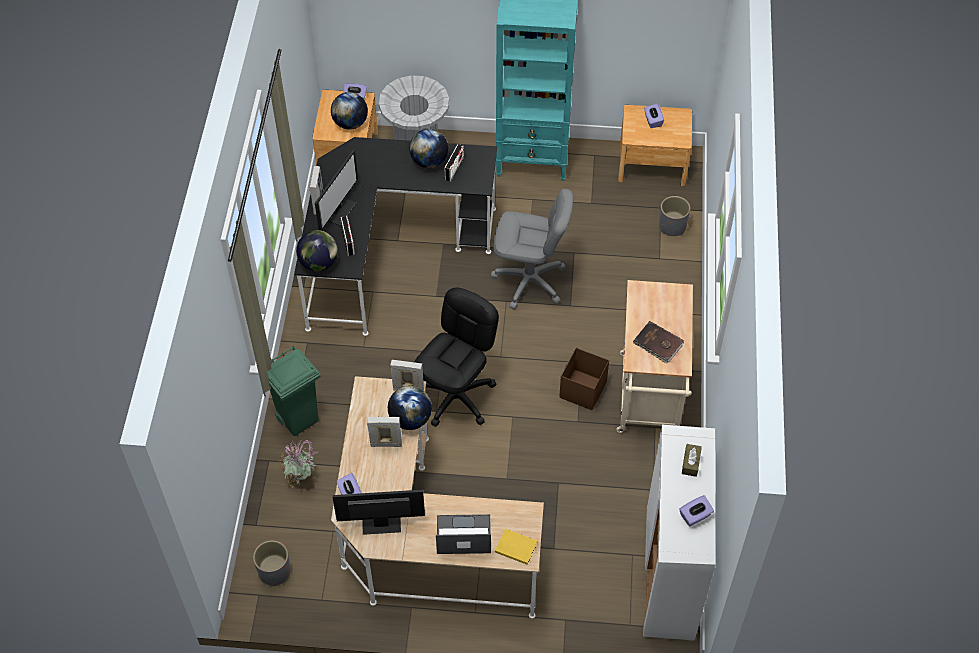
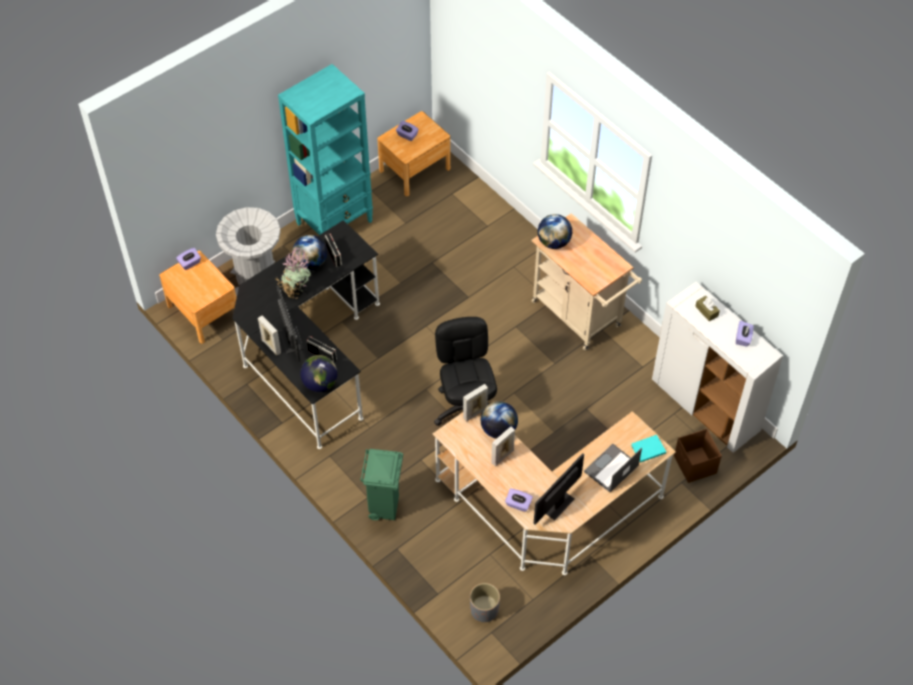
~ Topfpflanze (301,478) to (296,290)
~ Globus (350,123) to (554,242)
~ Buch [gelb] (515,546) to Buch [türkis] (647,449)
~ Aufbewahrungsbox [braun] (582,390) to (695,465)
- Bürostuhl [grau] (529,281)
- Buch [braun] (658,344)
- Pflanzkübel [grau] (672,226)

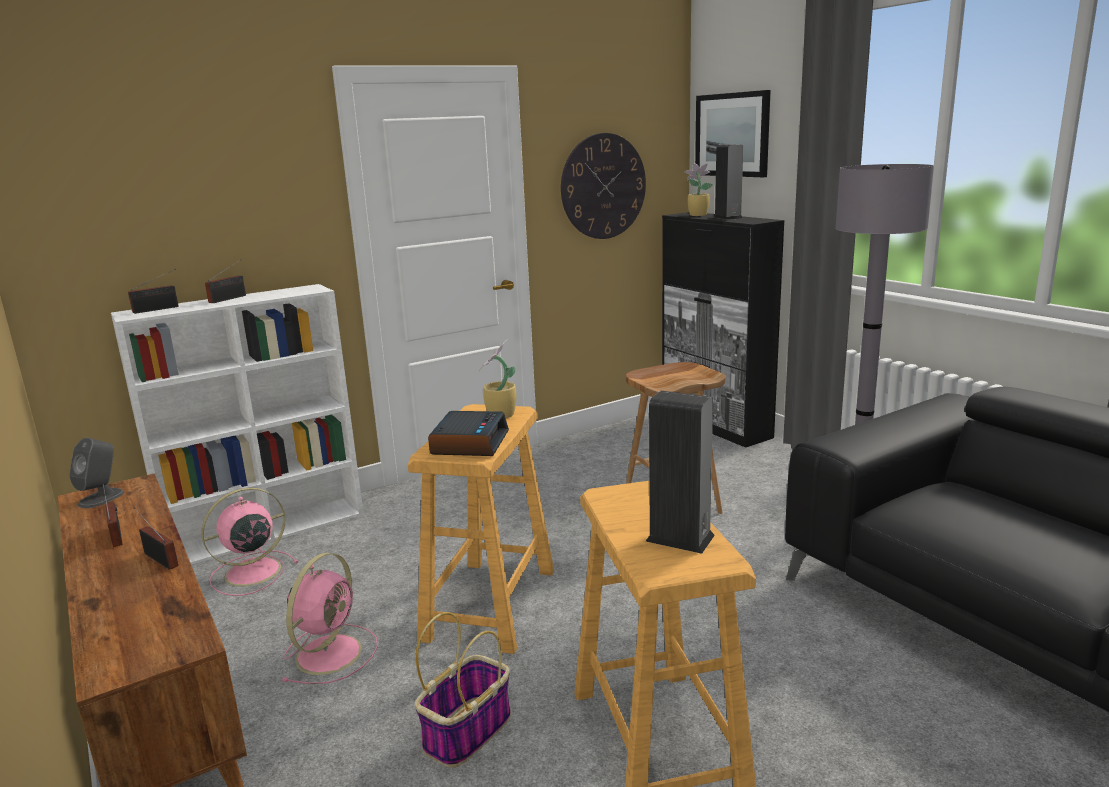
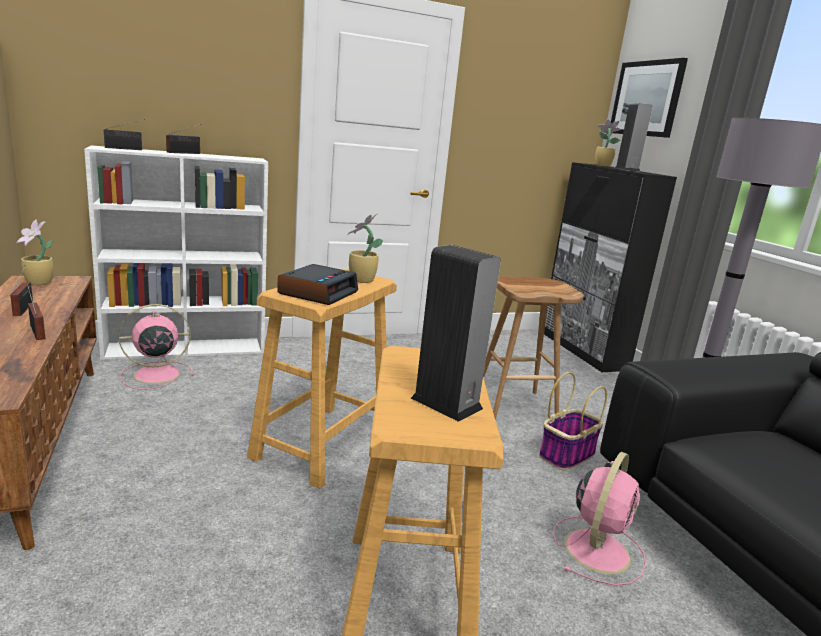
~ Lautsprecher [grau] (102,498) to Topfpflanze (39,283)
~ Korb (468,731) to (567,454)
~ Ventilator [rosa] (331,652) to (597,549)
- Wanduhr (603,186)

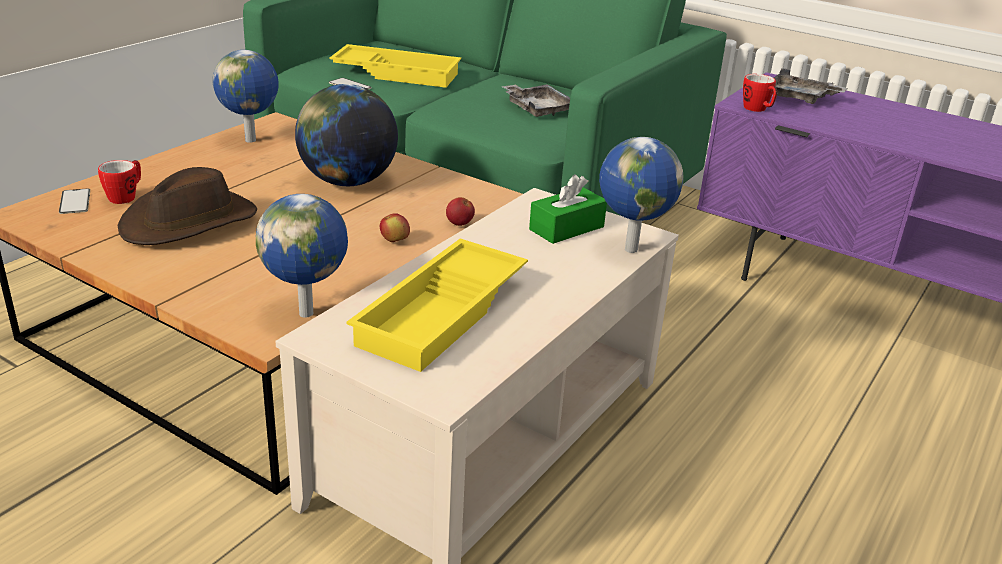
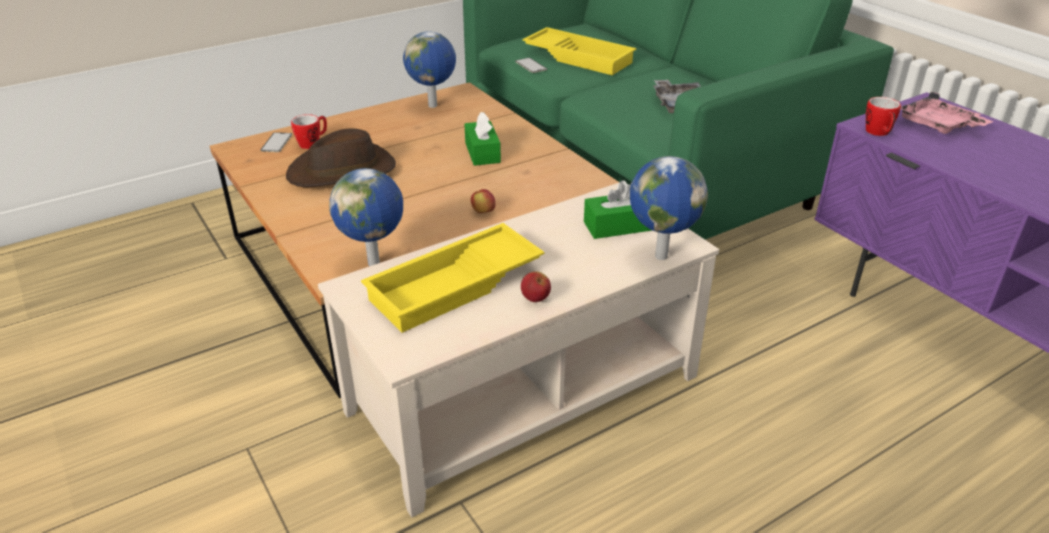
~ Globus (347,181) to Taschentuchbox [grün] (482,152)
~ Apfel (459,224) to (535,299)
~ Tablett [grau] (799,98) to Tablett [rosa] (938,125)

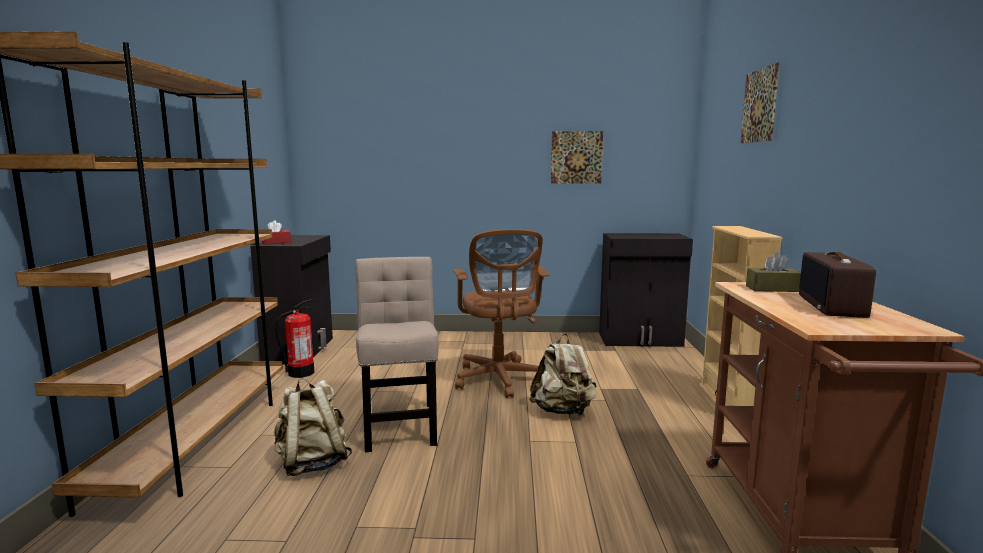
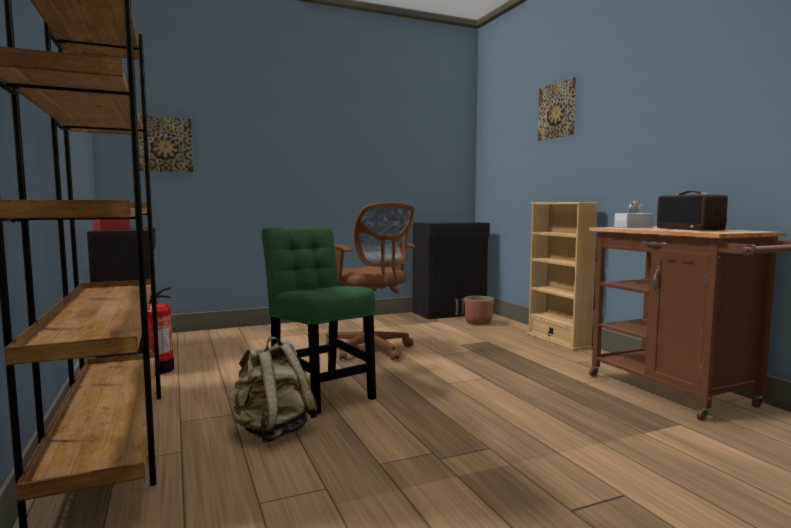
~ Bild (576,157) to (163,144)
~ Stuhl [beige] (400,423) to Stuhl [grün] (320,390)
+ Pflanzkübel (478,323)
~ Taschentuchbox [braun] (772,289) to Taschentuchbox [weiß] (633,227)
- Rucksack [beige] (563,411)

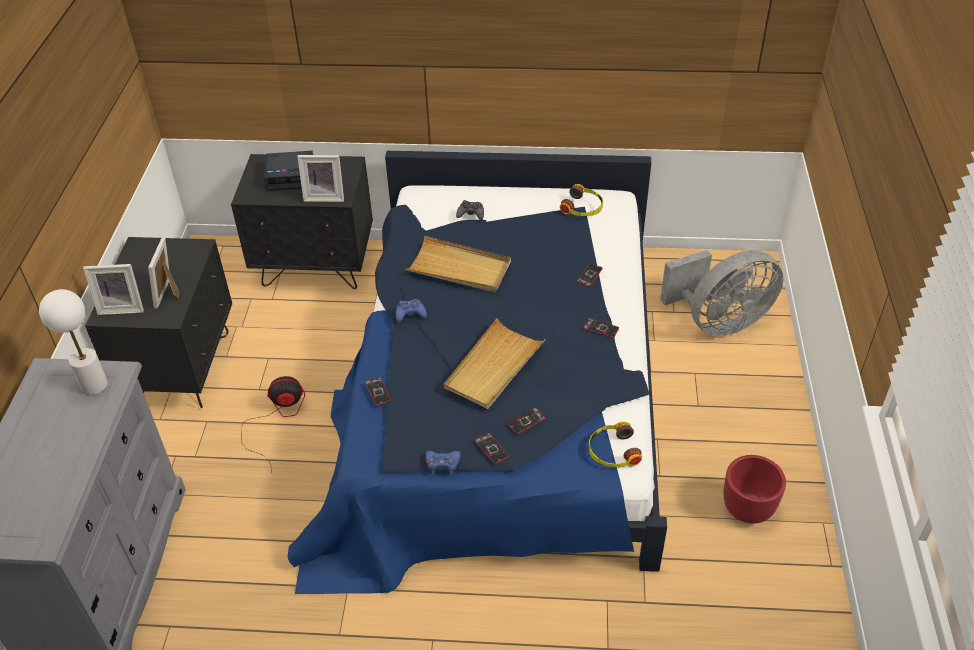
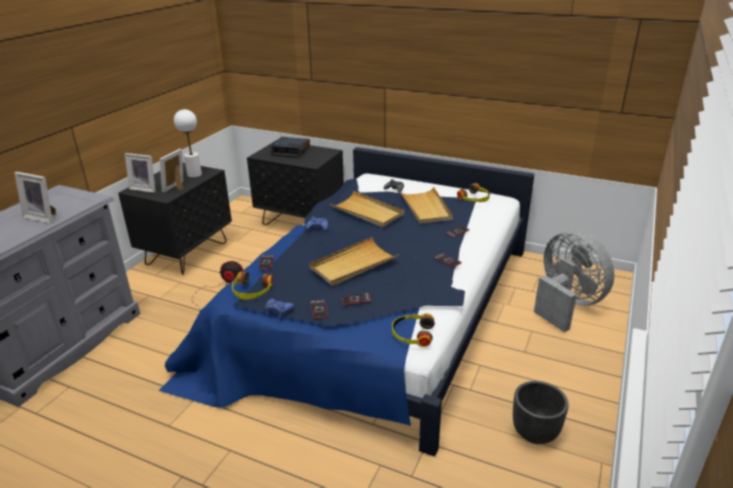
~ Bilderrahmen (325,196) to (43,217)
~ Tischlampe [weiß] (94,385) to (194,175)
+ Kopfhörer (251,291)
+ Tablett [beige] (425,208)
~ Pflanzkübel [rot] (748,508) to Pflanzkübel [schwarz] (535,432)
~ Ventilator [grau] (719,322) = (566,304) 120 degrees counterclockwise

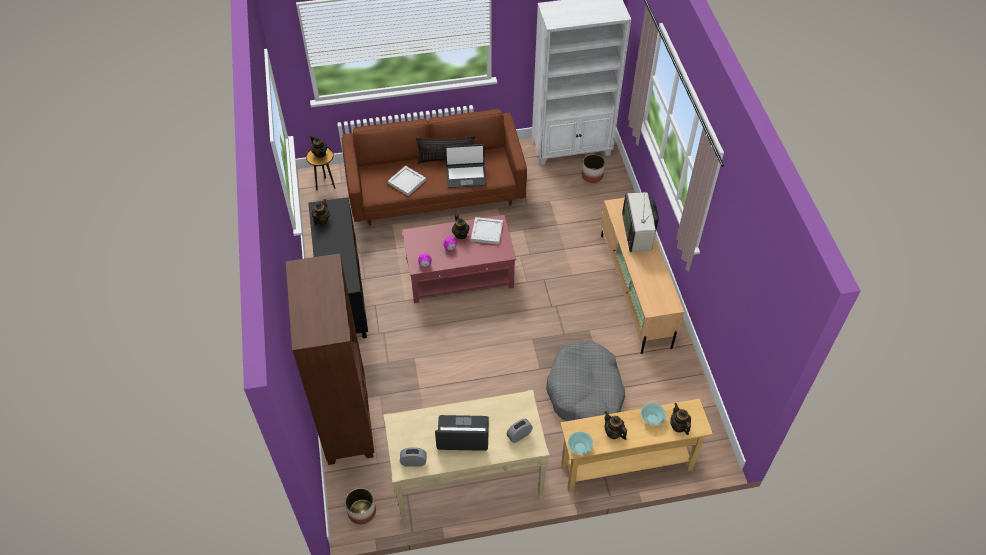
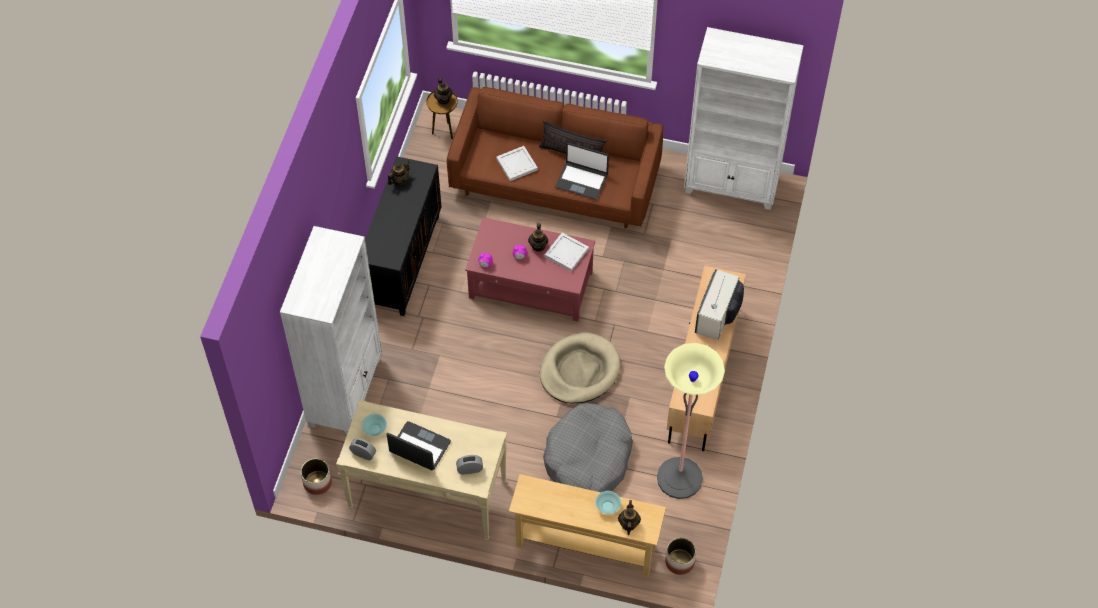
~ Bücherregal [braun] (347,420) to Bücherregal [weiß] (346,391)
~ Schüssel [türkis] (579,447) to (374,429)
+ Hundebett [beige] (579,371)
+ Stehlampe (679,478)
~ Pflanzkübel (592,176) to (679,562)
- Teekanne (613,432)

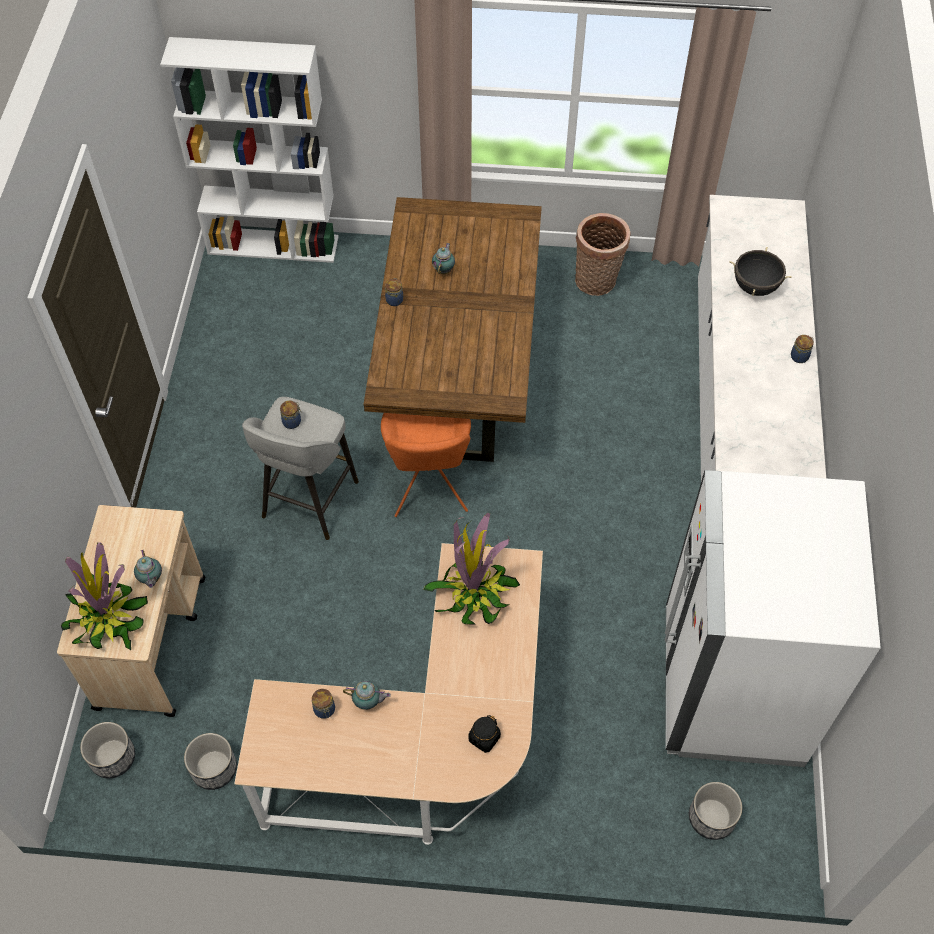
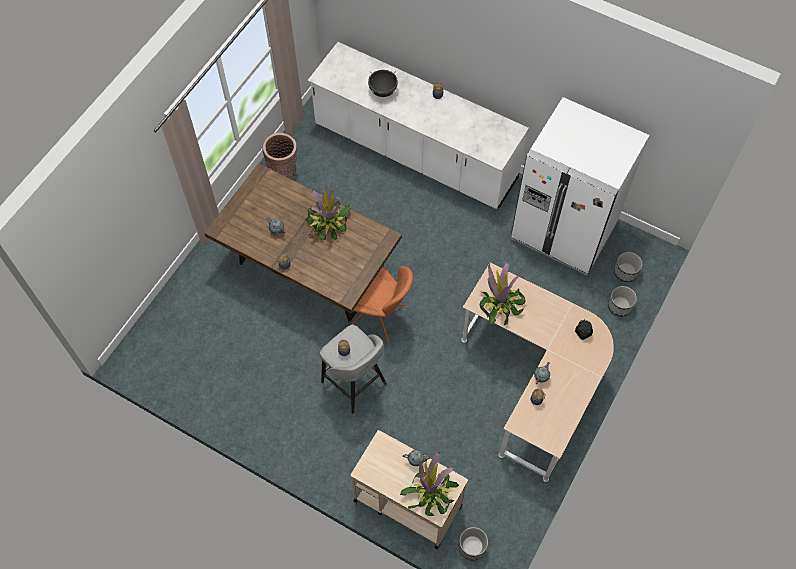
+ Topfpflanze (327,223)
~ Pflanzkübel (214,769) to (620,306)
- Bücherregal [weiß] (274,244)

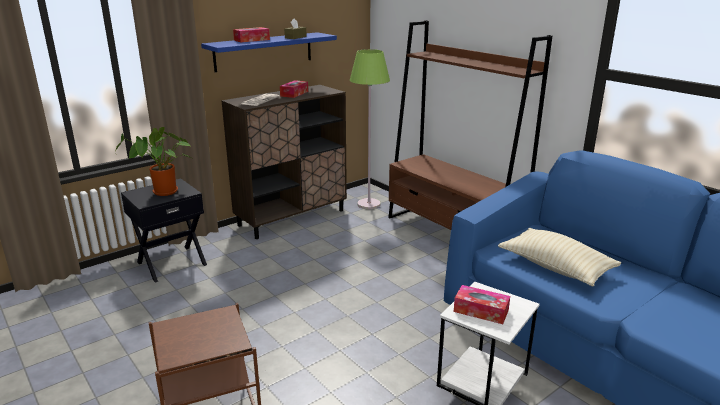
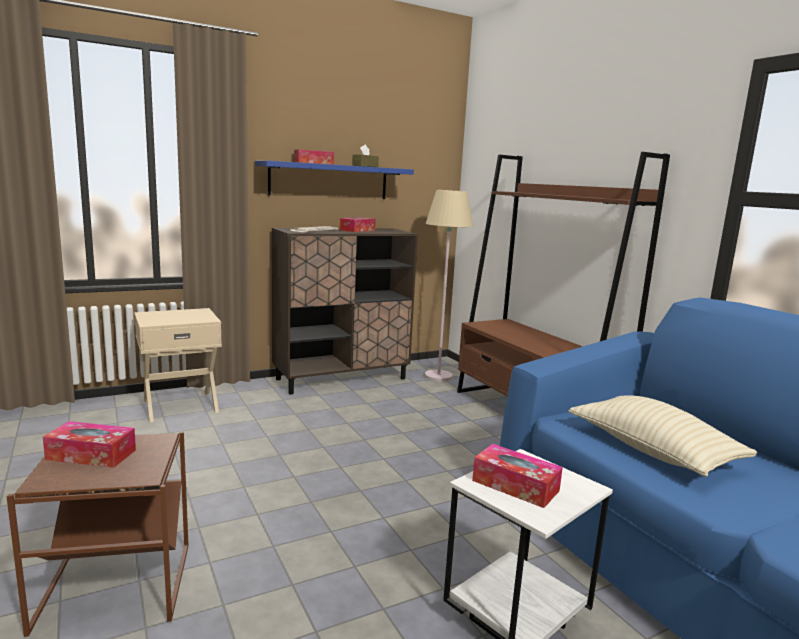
+ Taschentuchbox (91,455)
~ Nachttisch [schwarz] (171,263) to Nachttisch [beige] (180,405)
~ Stehlampe [grün] (369,204) to Stehlampe [beige] (438,376)
- Topfpflanze (164,193)

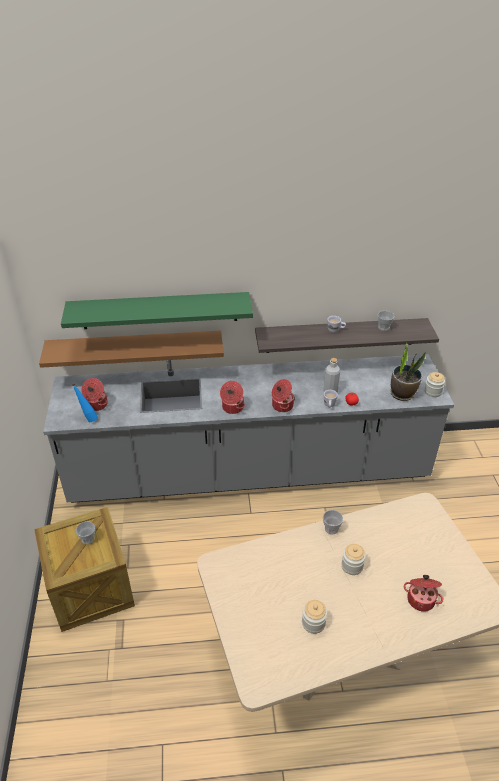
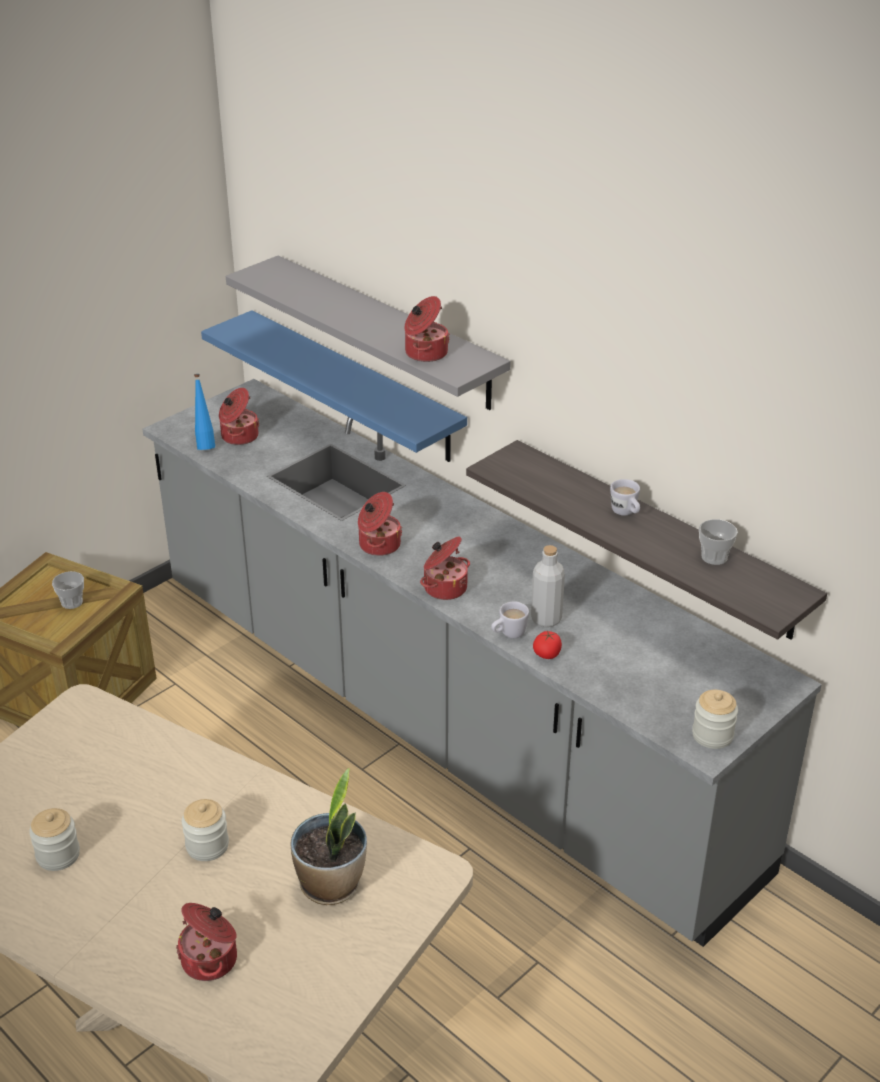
~ Wandregal [braun] (135,348) to Wandregal [blau] (353,385)
~ Wandregal [grün] (159,310) to Wandregal [grau] (387,332)
~ Topfpflanze (402,393) to (331,885)
+ Kochtopf (425,353)
- Tasse (331,529)

